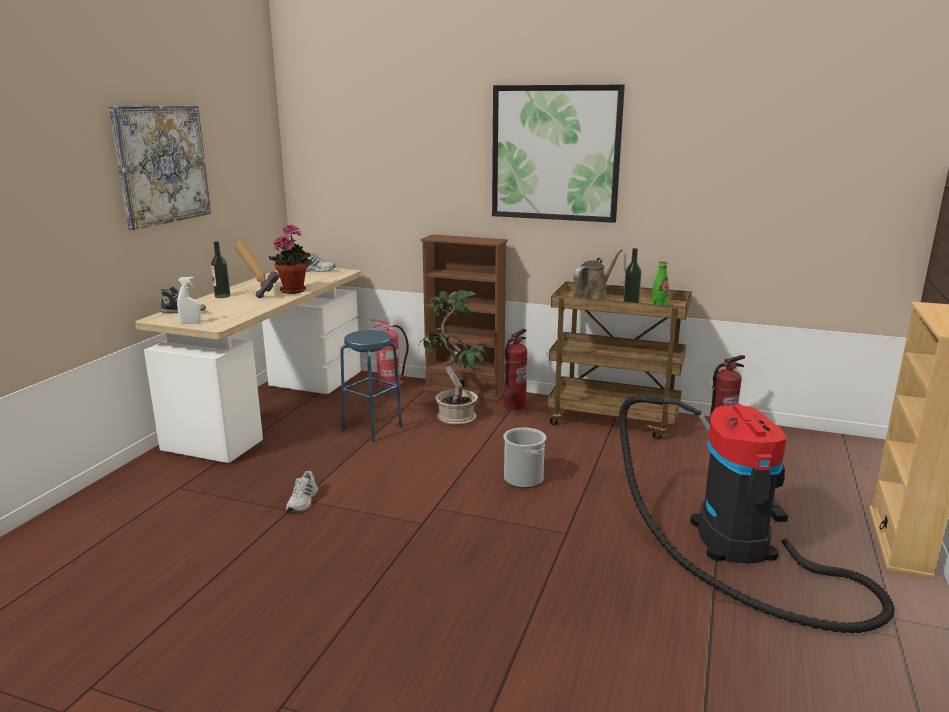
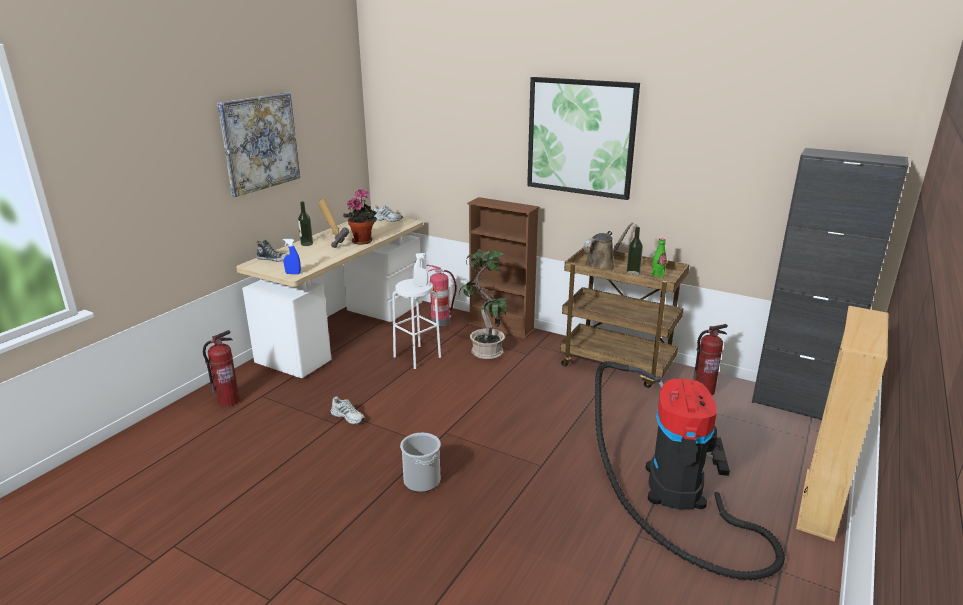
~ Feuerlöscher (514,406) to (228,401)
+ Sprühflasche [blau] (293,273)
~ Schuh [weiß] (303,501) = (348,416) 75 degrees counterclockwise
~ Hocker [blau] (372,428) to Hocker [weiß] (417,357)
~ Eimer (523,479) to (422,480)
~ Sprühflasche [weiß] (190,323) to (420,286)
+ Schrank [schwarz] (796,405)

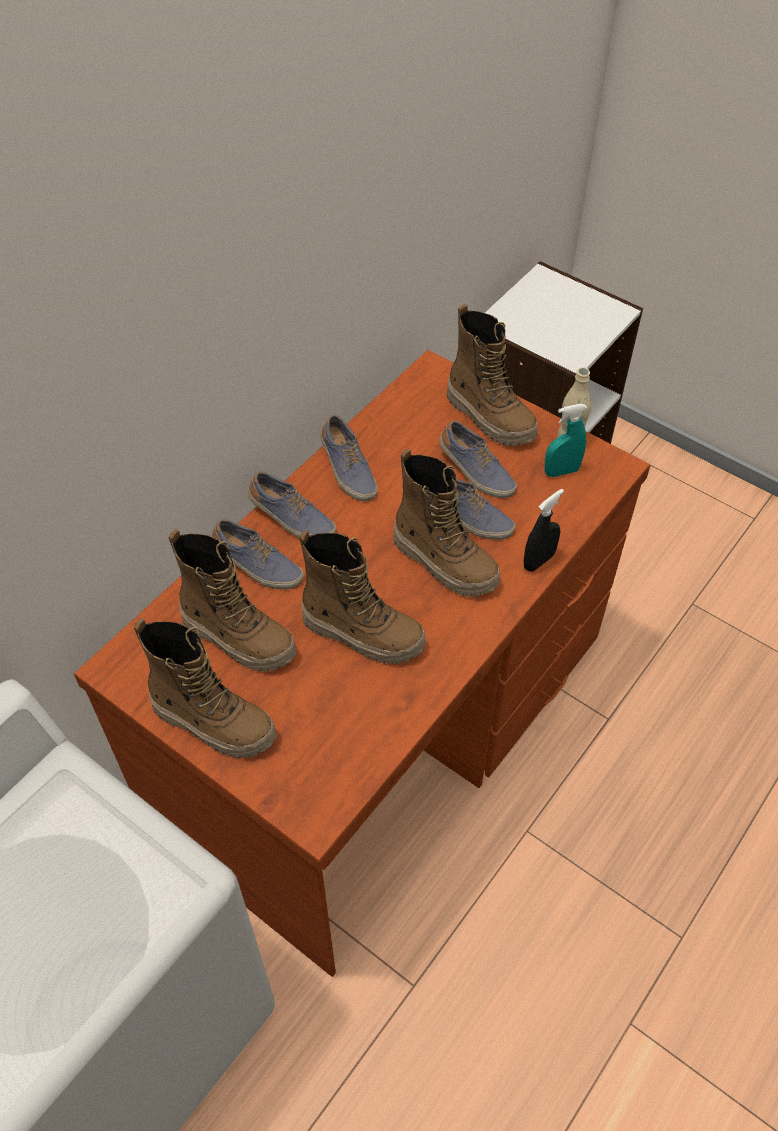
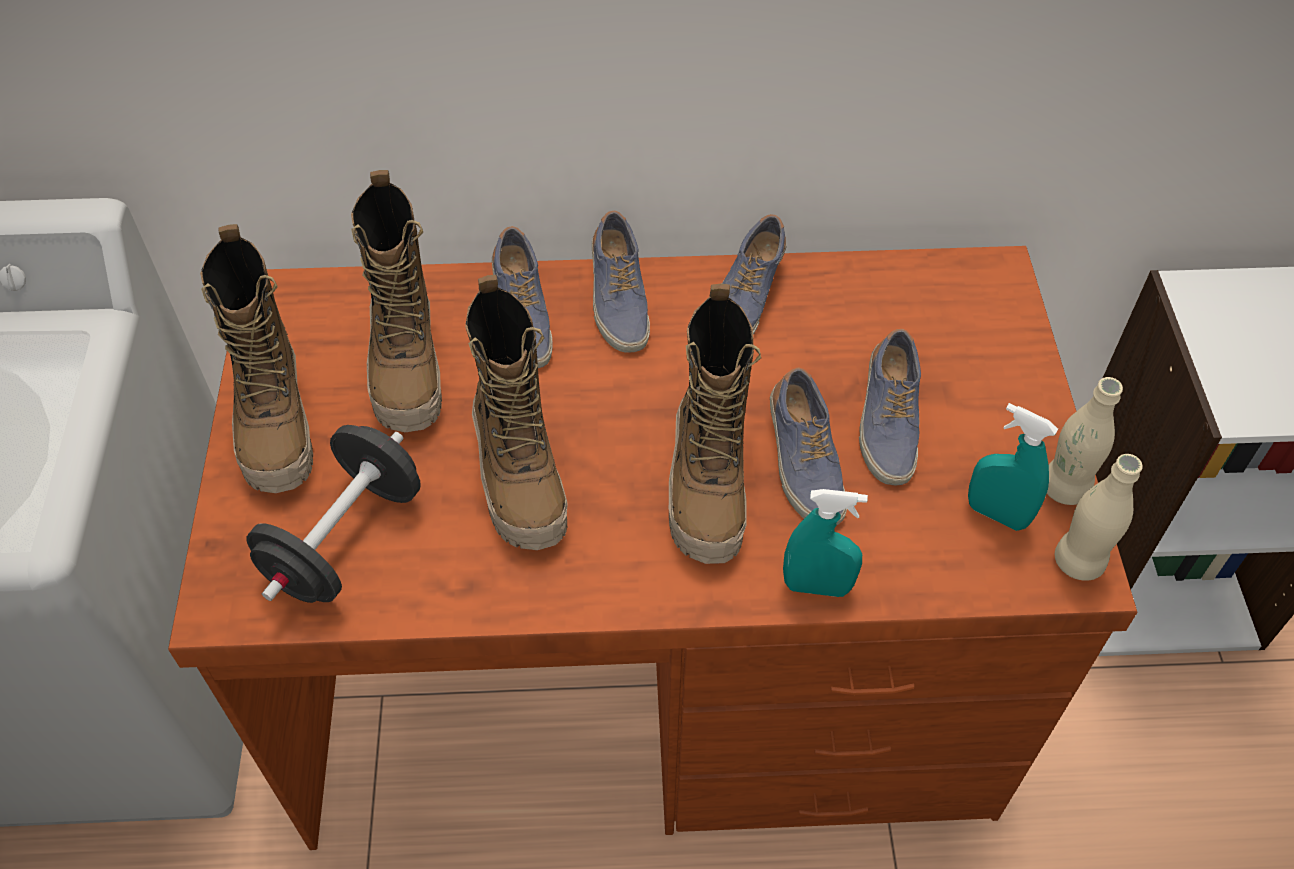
+ Hantel [schwarz] (345,540)
~ Sprühflasche [schwarz] (539,561) to Sprühflasche [türkis] (817,587)
+ Flasche [beige] (1078,561)
- Stiefel (490,417)

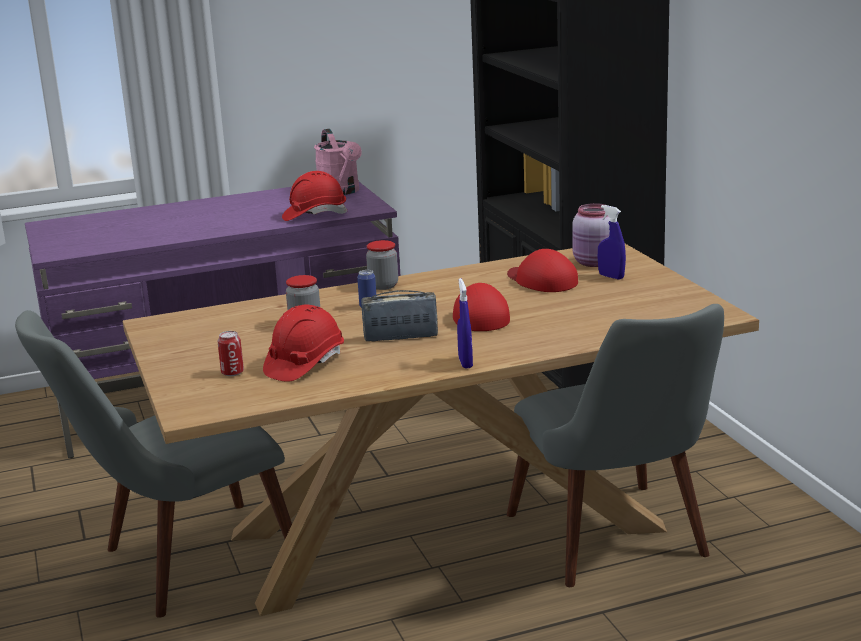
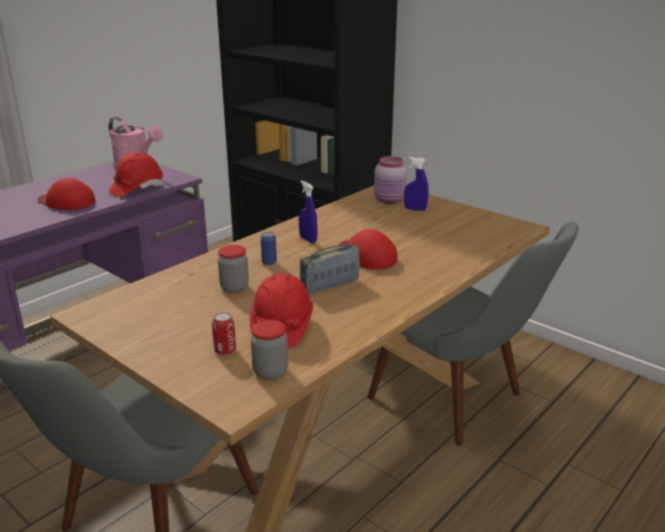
~ Kappe [rot] (541,280) to (66,202)
~ Vorratsglas (383,286) to (270,372)
~ Sprühflasche [blau] (465,363) to (308,239)

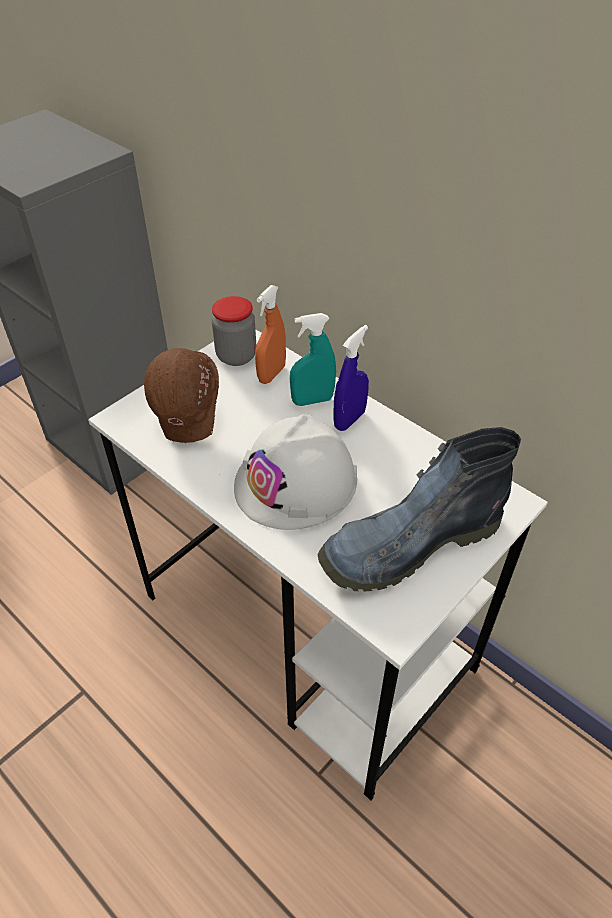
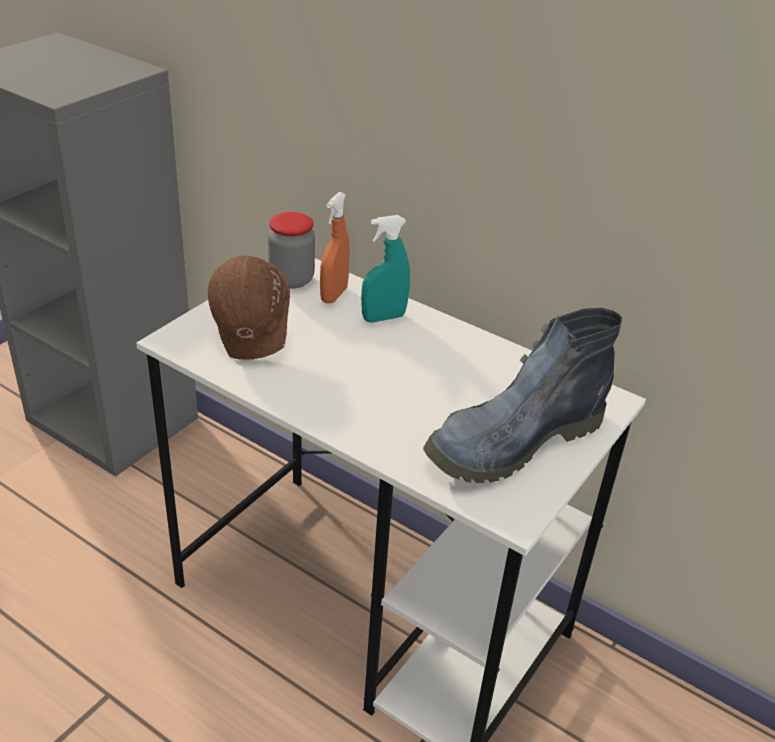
- Schutzhelm [weiß] (296,482)
- Sprühflasche [blau] (349,420)

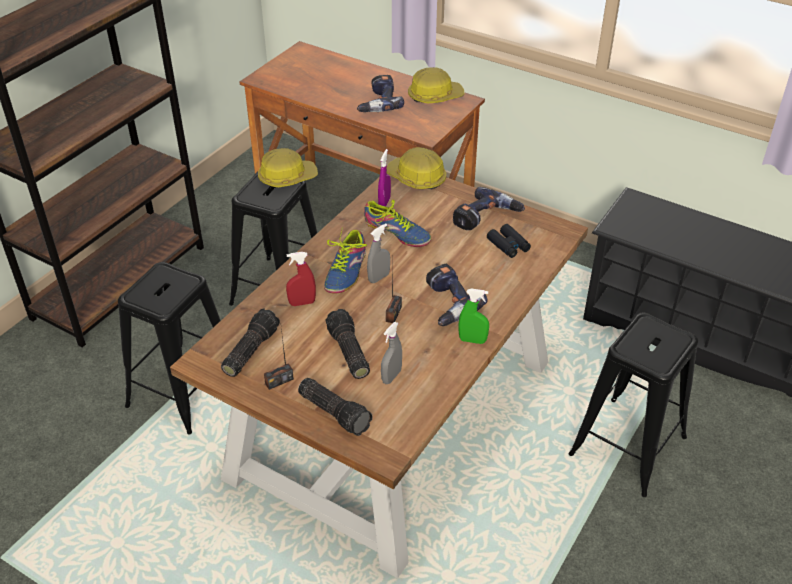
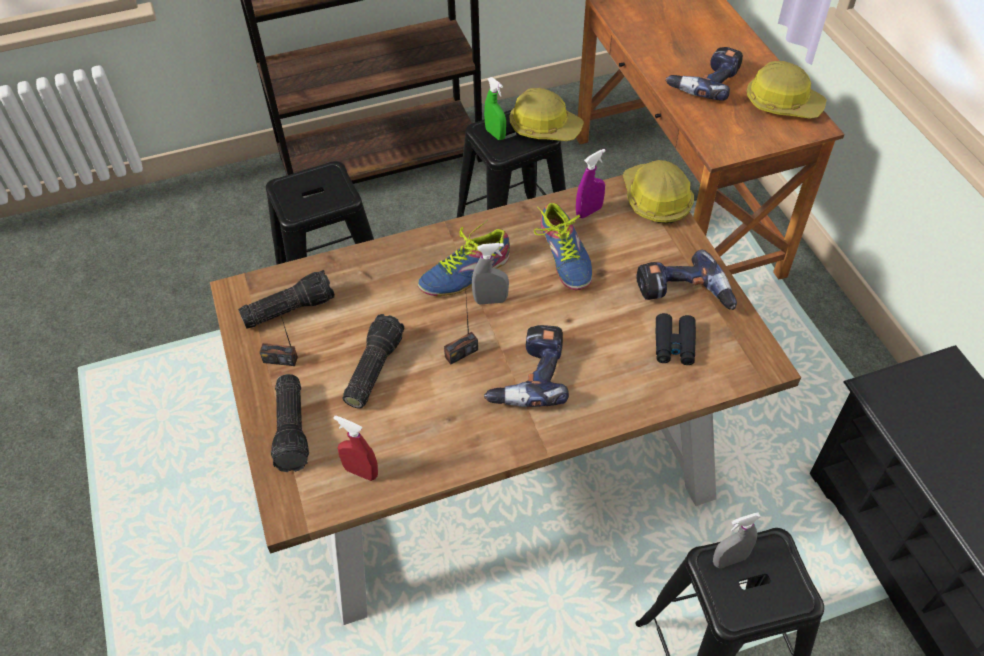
~ Sprühflasche [rot] (302,303) to (361,472)
~ Sprühflasche [grün] (472,340) to (495,134)
~ Sprühflasche [grau] (391,376) to (729,559)

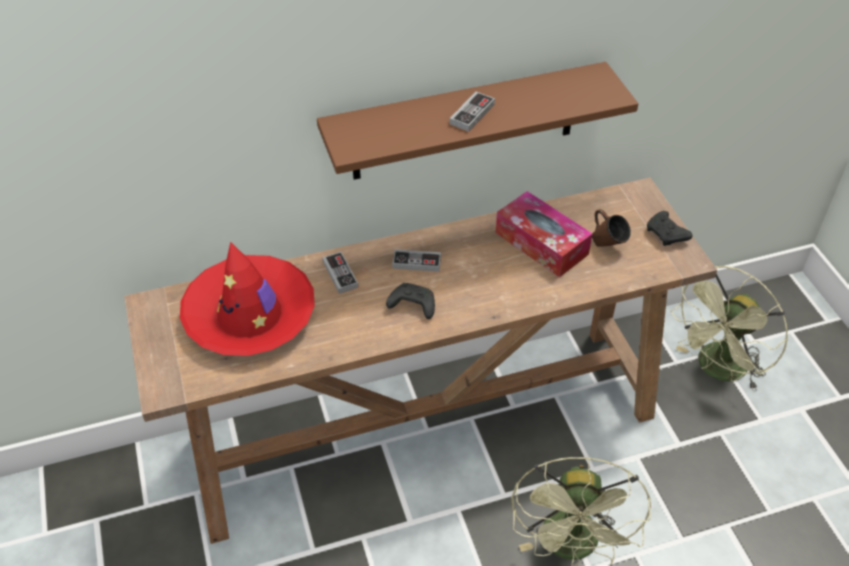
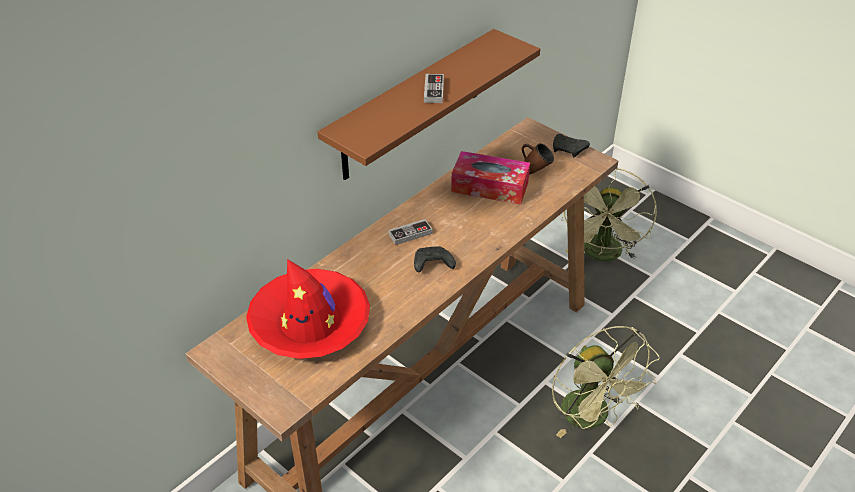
- Gamepad (340,274)

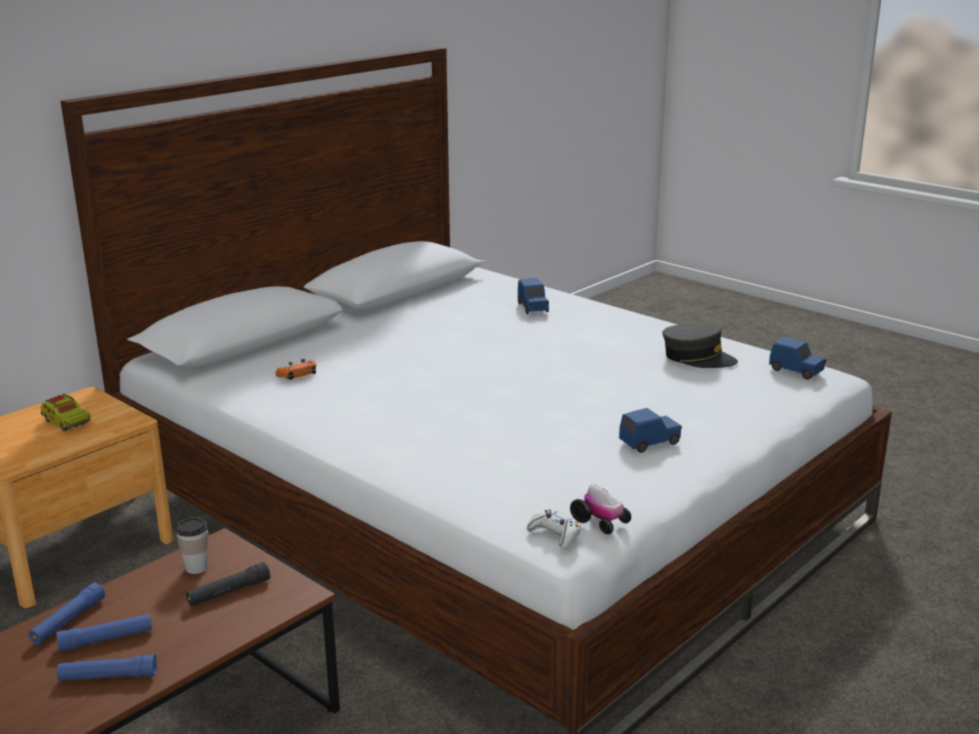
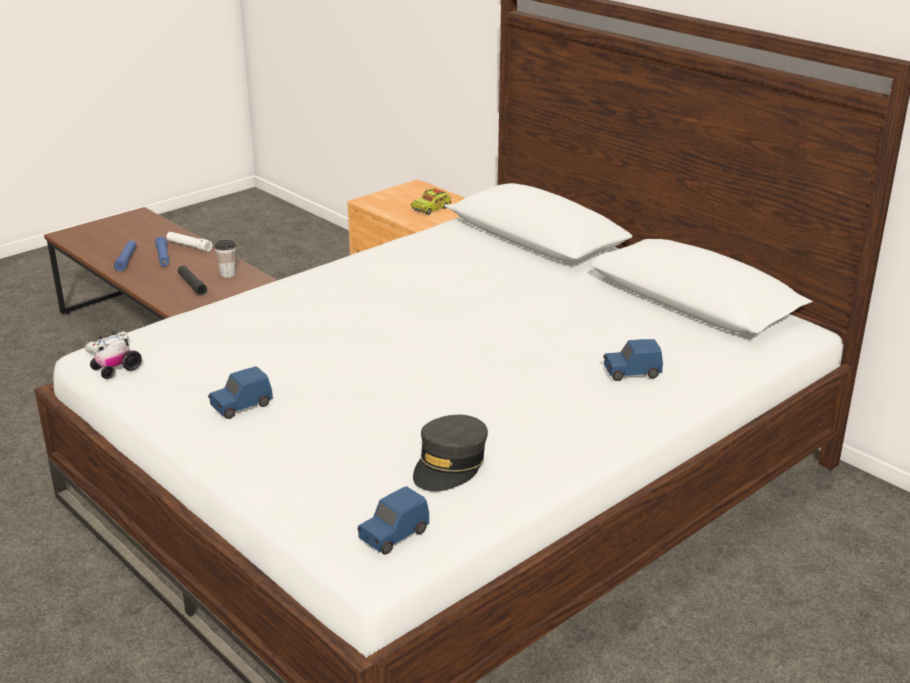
~ Taschenlampe [blau] (68,621) to Taschenlampe [weiß] (189,246)
~ Spielzeugauto [blau] (650,442) = (241,406) 75 degrees clockwise
- Gamepad [orange] (297,375)

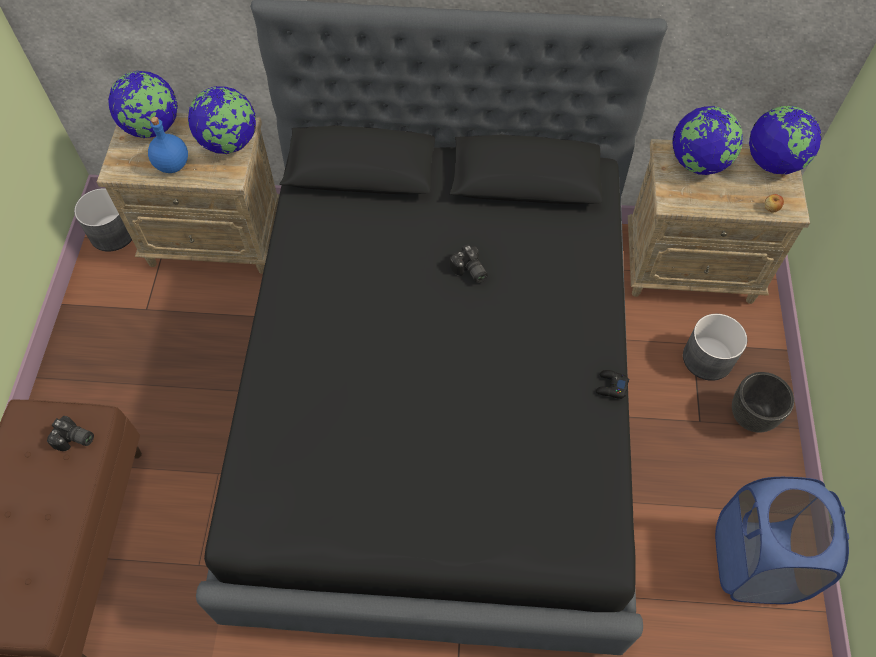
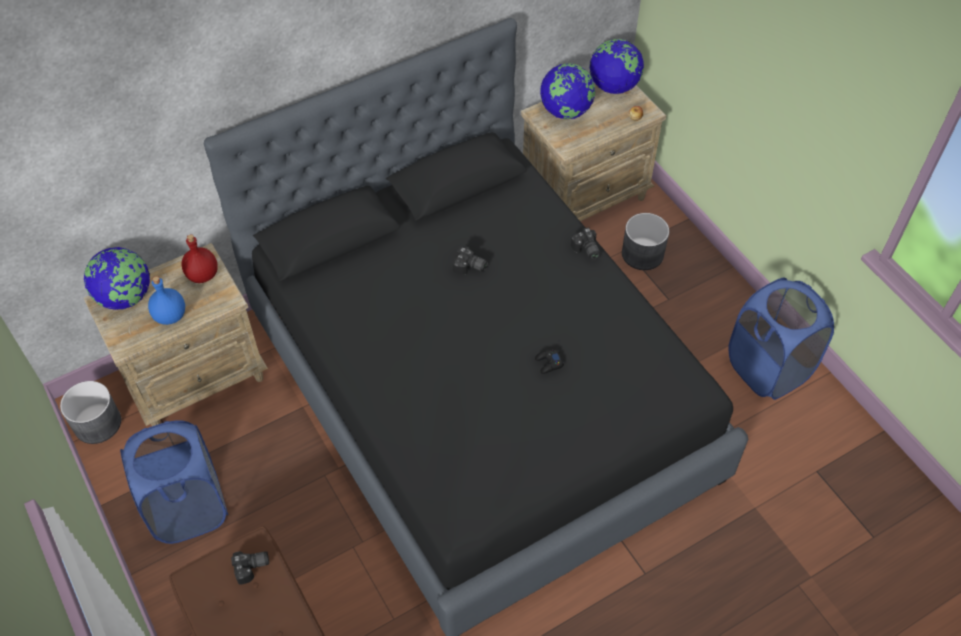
+ Wäschekorb [blau] (188,509)
~ Globus (229,143) to Flasche [rot] (203,275)
~ Gamepad [schwarz] (611,386) to (549,363)
+ Kamera (586,250)
- Pflanzkübel [schwarz] (751,417)

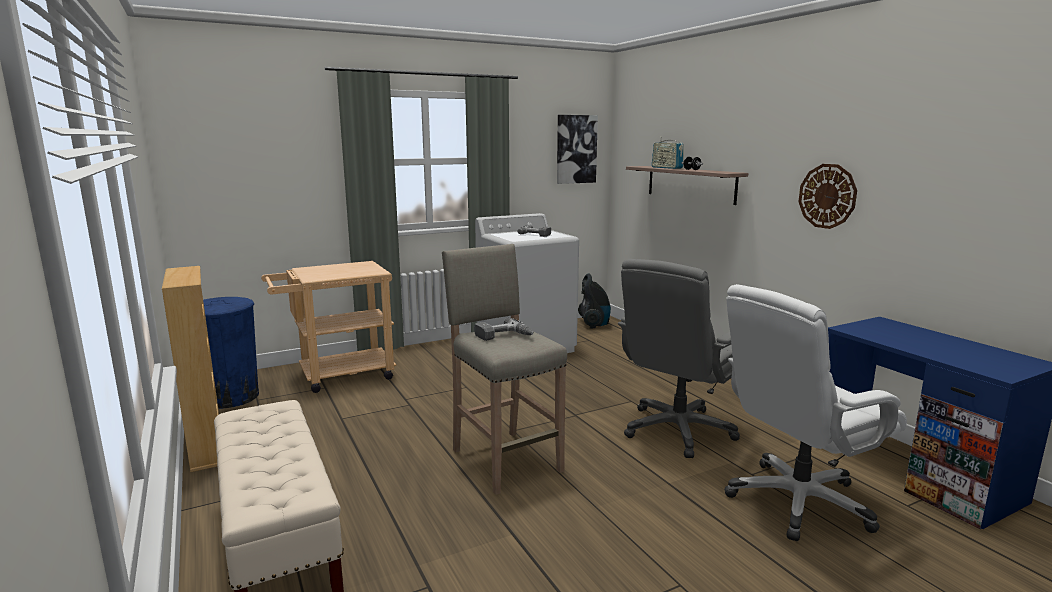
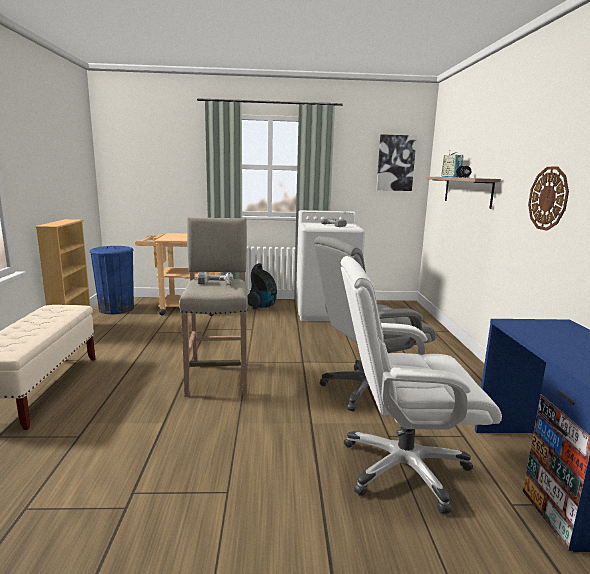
~ Staubsauger (594,324) to (262,306)

